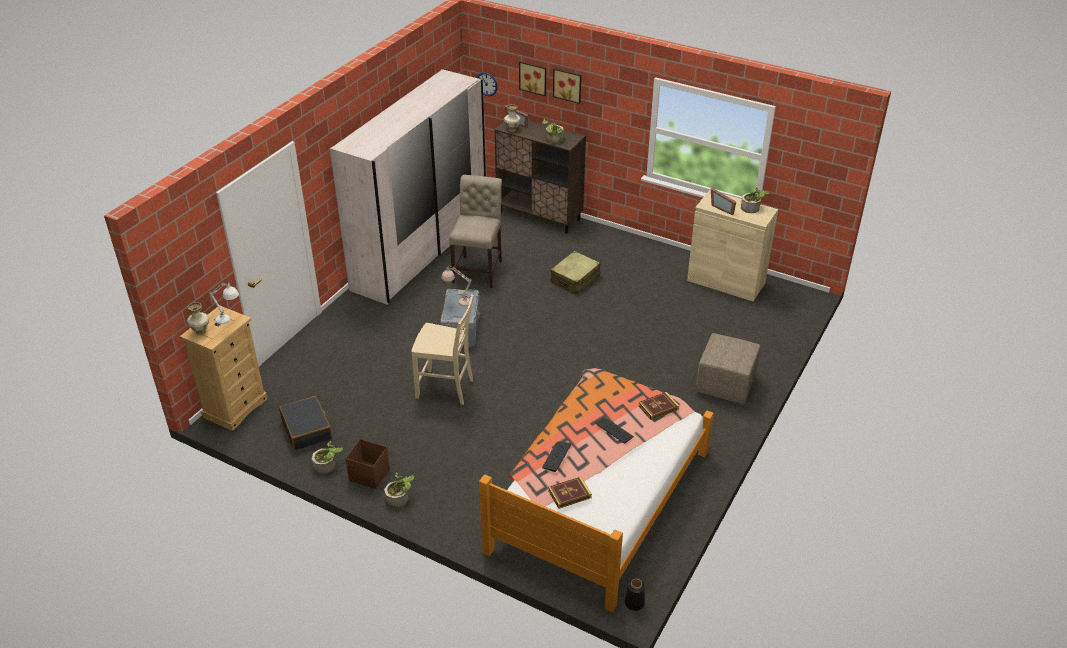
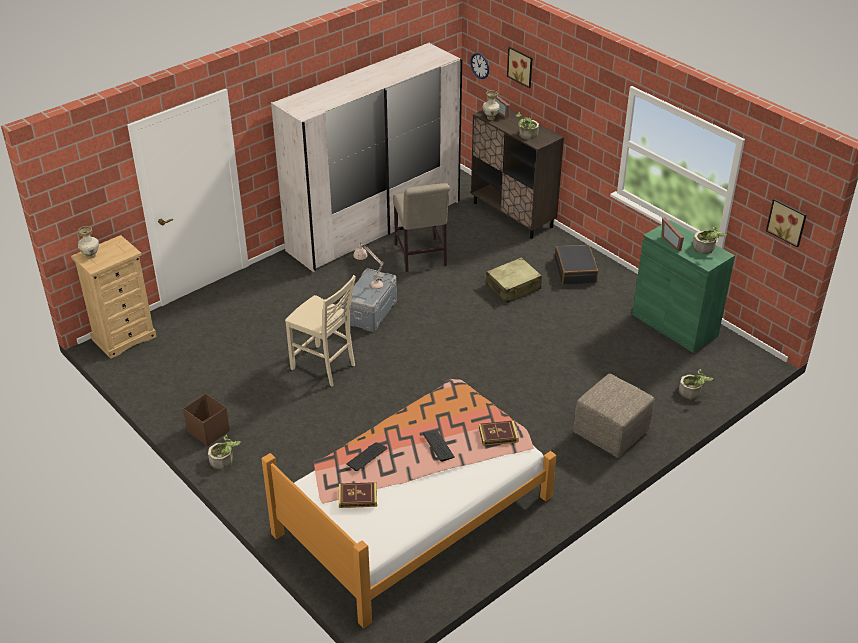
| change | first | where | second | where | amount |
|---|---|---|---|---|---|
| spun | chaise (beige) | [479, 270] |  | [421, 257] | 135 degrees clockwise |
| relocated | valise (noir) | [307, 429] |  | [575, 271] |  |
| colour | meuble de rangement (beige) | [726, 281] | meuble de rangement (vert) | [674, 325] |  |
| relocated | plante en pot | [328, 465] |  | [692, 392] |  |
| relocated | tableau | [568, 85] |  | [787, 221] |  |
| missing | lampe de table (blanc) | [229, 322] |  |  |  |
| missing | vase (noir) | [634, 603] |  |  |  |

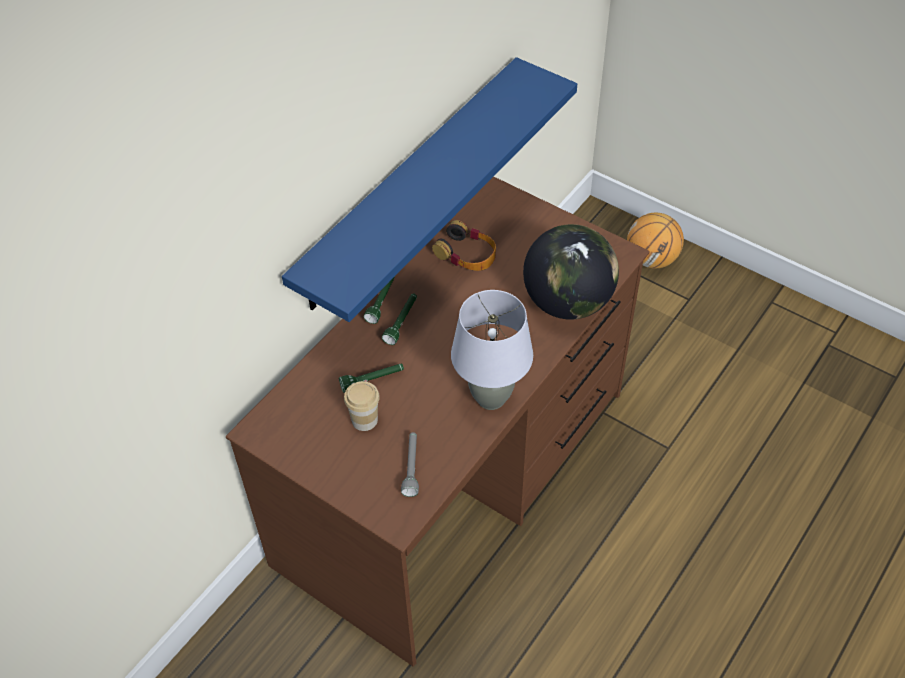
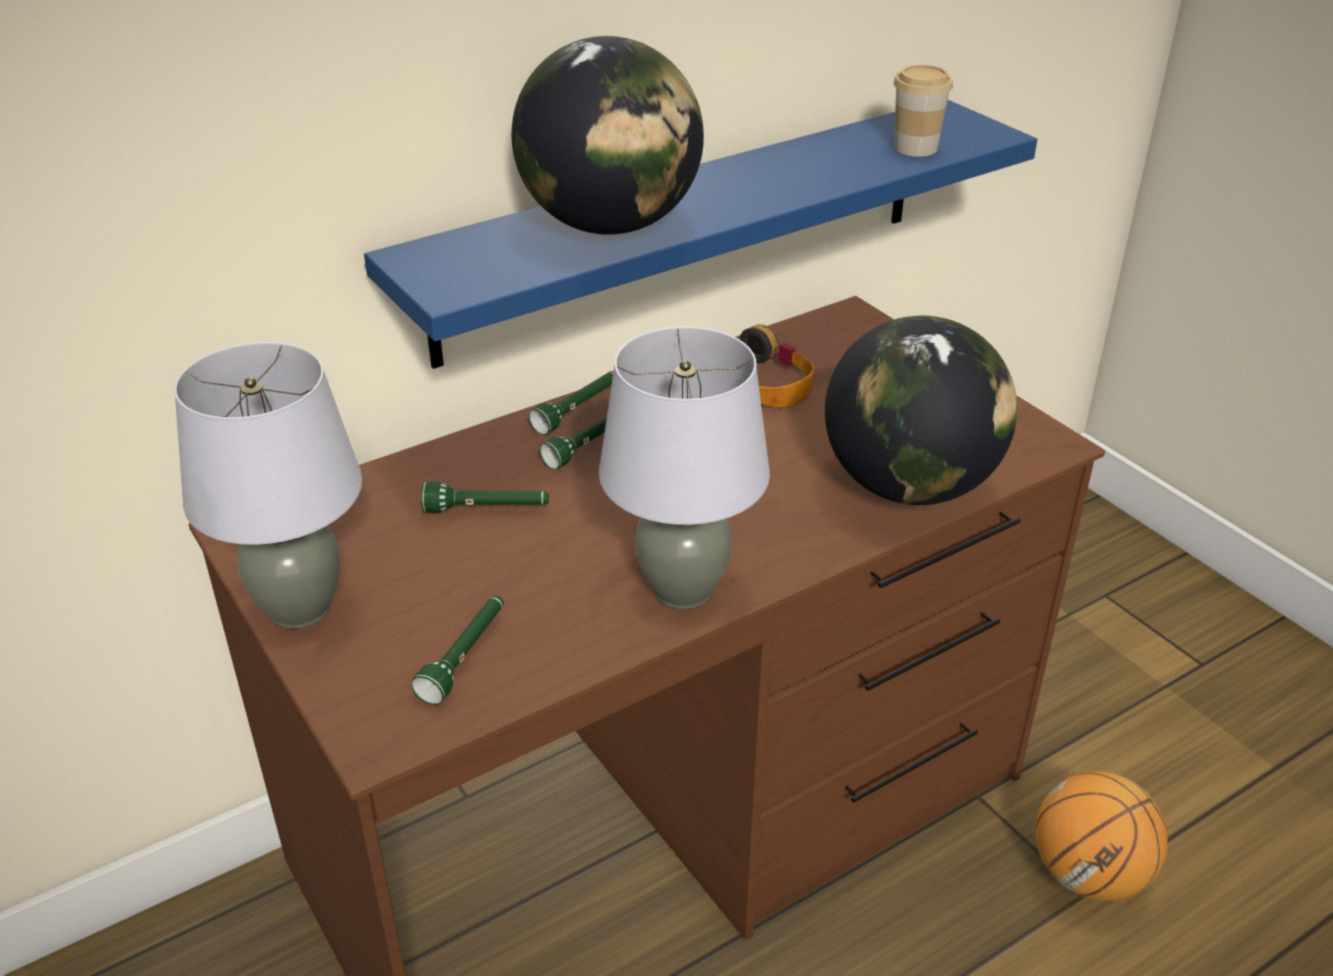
| change | first | where | second | where | amount |
|---|---|---|---|---|---|
| appeared |  |  | lampe de table (gris) | [299, 609] |  |
| colour | lampe de poche (gris) | [411, 467] | lampe de poche (vert) | [465, 657] |  |
| appeared |  |  | globe | [610, 225] |  |
| relocated | tasse | [364, 420] |  | [915, 148] |  |
| relocated | ballon de basket | [652, 259] |  | [1089, 875] |  |

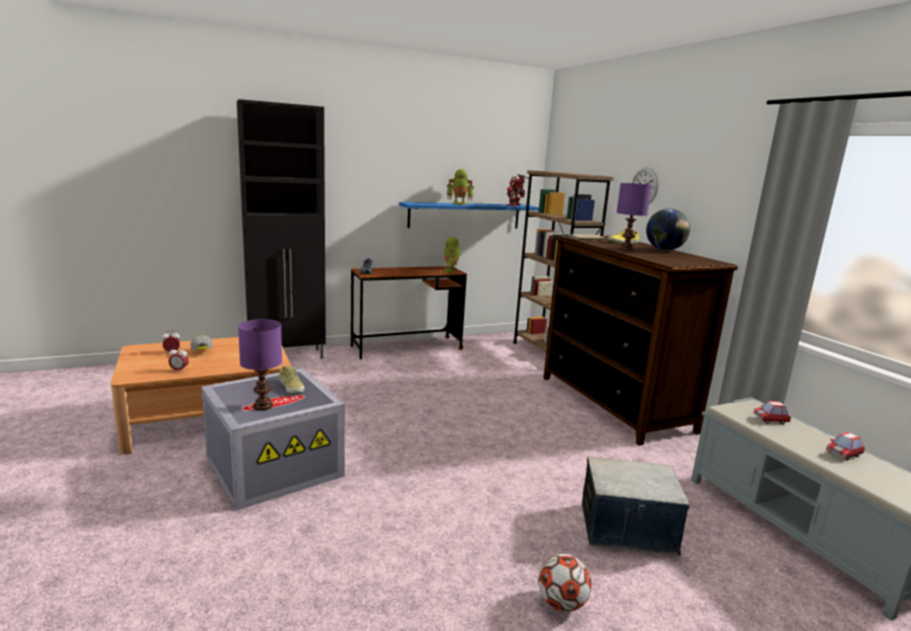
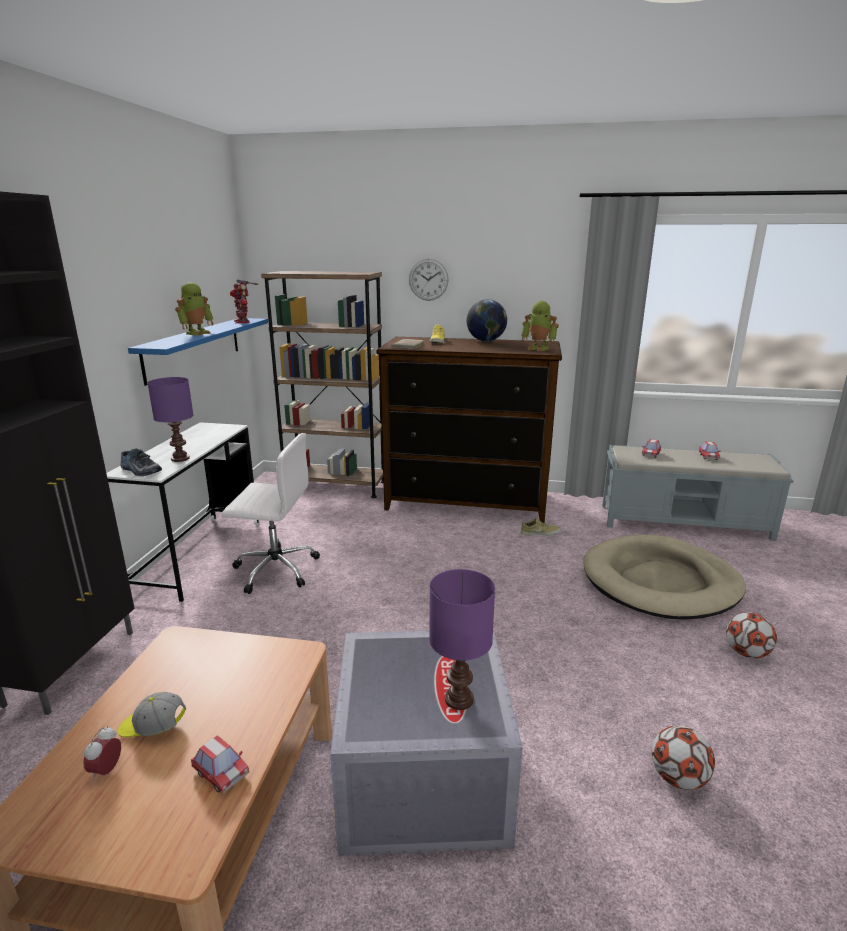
| change | first | where | second | where | amount |
|---|---|---|---|---|---|
| colour | bureau (marron) | [406, 348] | bureau (blanc) | [199, 555] |  |
| relocated | lampe de table (violet) | [627, 249] |  | [180, 458] |  |
| exchanged | réveil | [179, 370] | petite voiture | [221, 773] |  |
| appeared |  |  | chaise de bureau (blanc) | [275, 569] |  |
| relocated | chaussure (beige) | [292, 387] |  | [540, 533] |  |
| relocated | robot jouet | [450, 270] |  | [538, 348] |  |
| exchanged | boîte de rangement | [627, 529] | panier pour chien (beige) | [660, 582] |  |
| appeared |  |  | ballon de foot | [678, 778] |  |

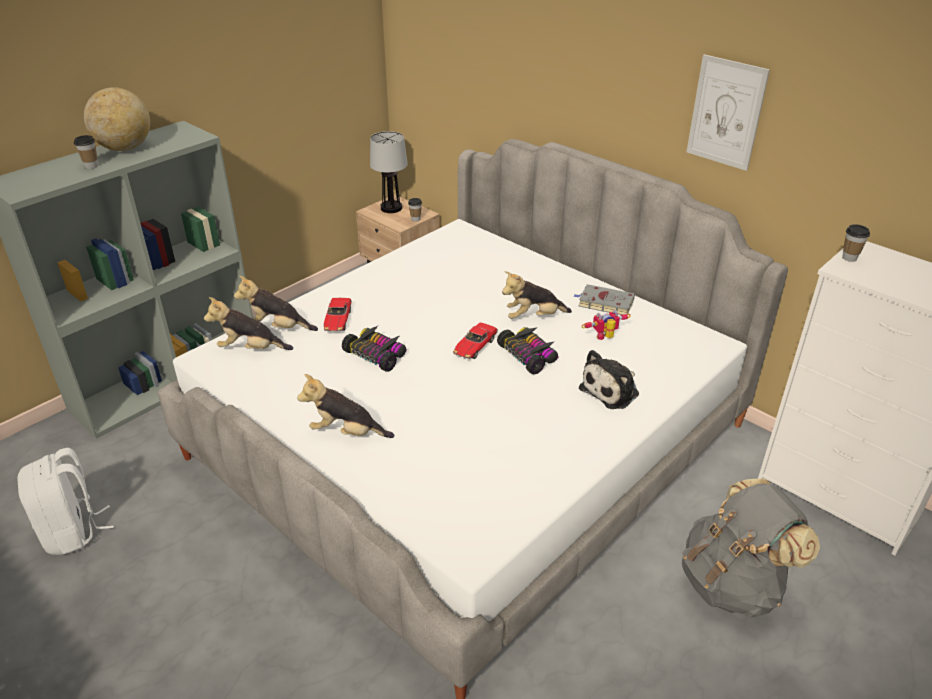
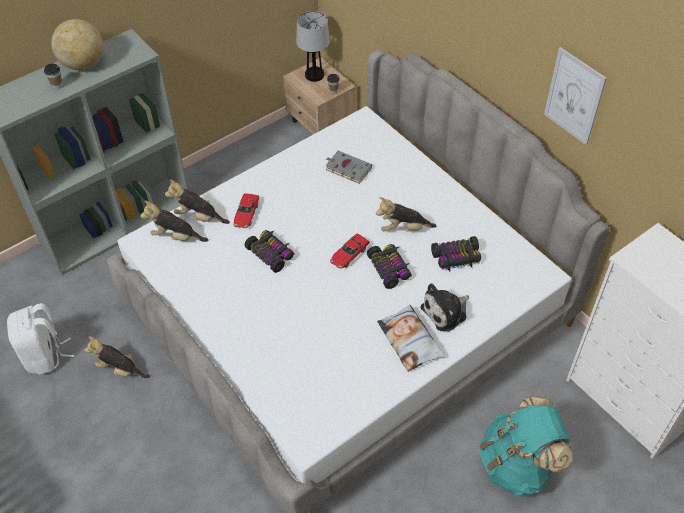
| change | first | where | second | where | amount |
|---|---|---|---|---|---|
| relocated | peluche | [346, 432] |  | [120, 369] |  |
| relocated | livre (gris) | [604, 303] |  | [347, 168] |  |
| appeared |  |  | coussin | [410, 341] |  |
| exchanged | robot jouet | [605, 338] | petite voiture | [456, 258] |  |
| colour | sac à dos (gris) | [733, 583] | sac à dos (turquoise) | [517, 464] |  |
| missing | tasse | [849, 258] |  |  |  |

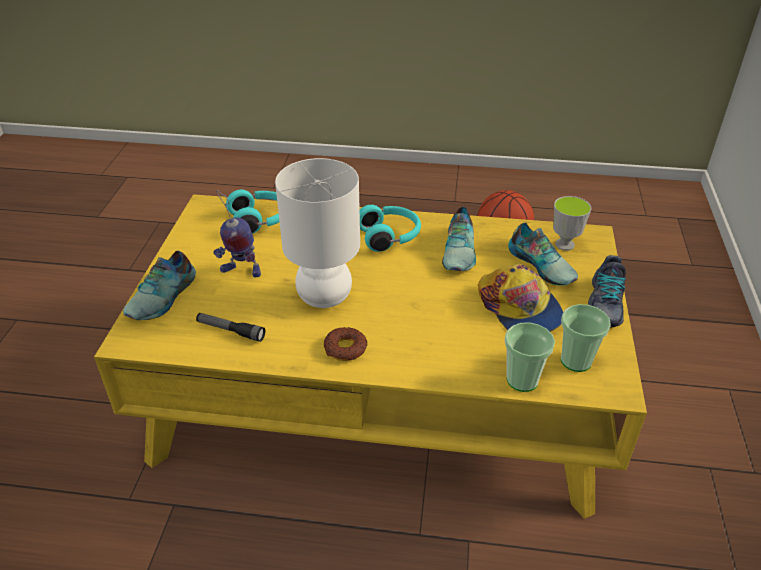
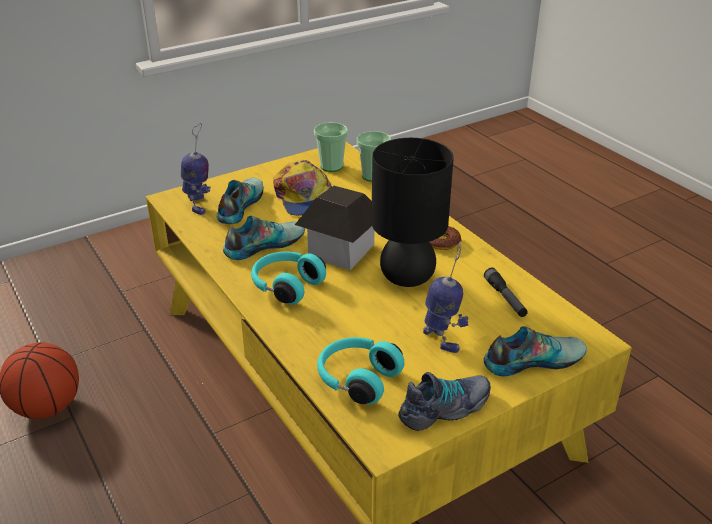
| change | first | where | second | where | amount |
|---|---|---|---|---|---|
| exchanged | tasse | [564, 244] | robot jouet | [199, 205] |  |
| spun | casquette | [520, 308] |  | [305, 197] | 135 degrees clockwise |
| appeared |  |  | maison miniature | [341, 250] |  |
| colour | lampe de table (blanc) | [324, 296] | lampe de table (noir) | [406, 277] |  |
| relocated | chaussure | [604, 303] |  | [446, 409] |  |

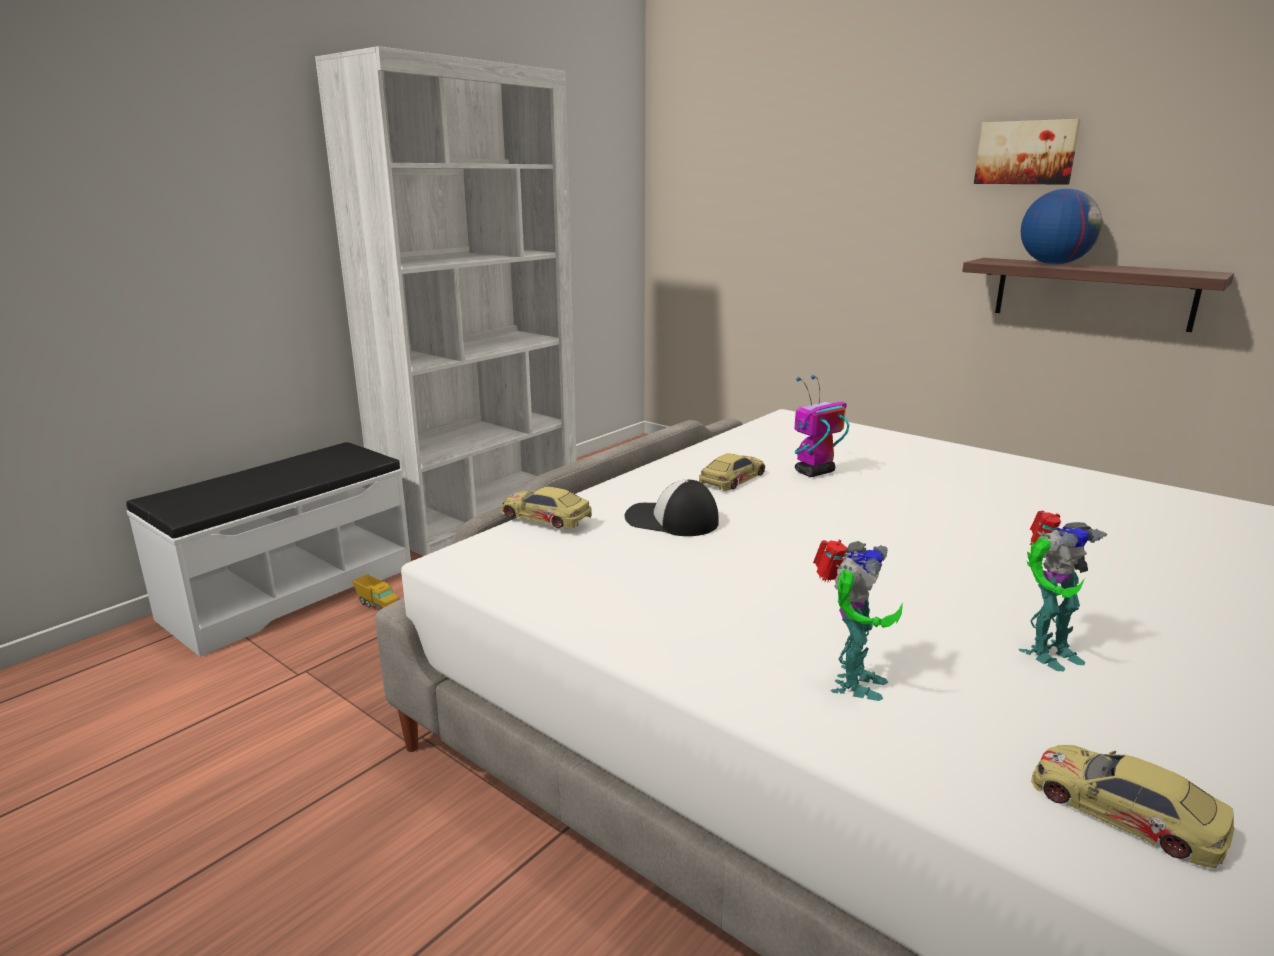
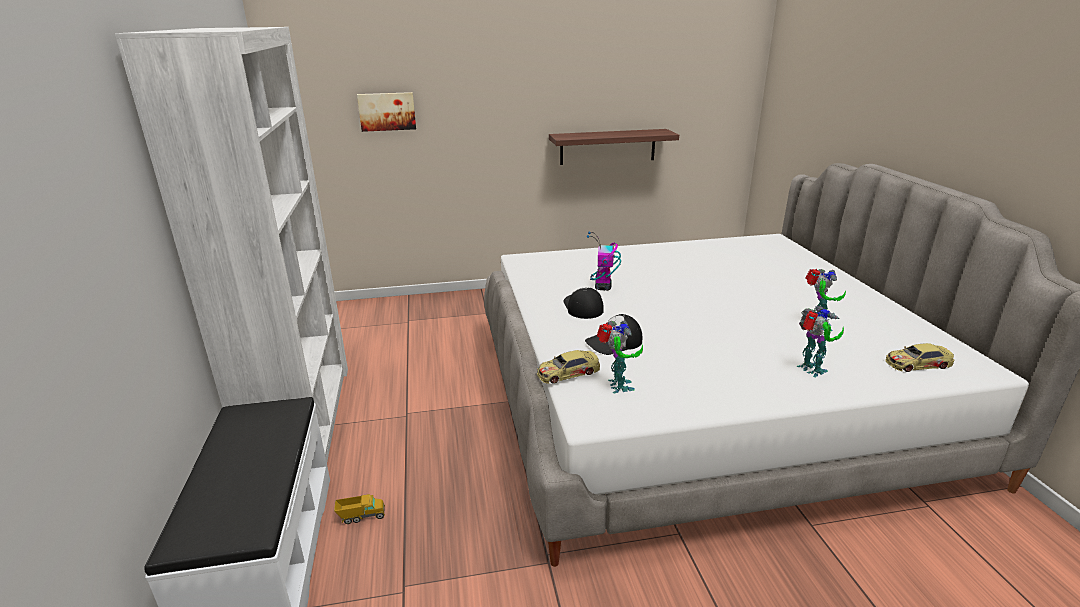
| change | first | where | second | where | amount |
|---|---|---|---|---|---|
| relocated | tableau | [1026, 152] |  | [387, 111] |  |
| exchanged | petite voiture | [732, 479] | casquette | [582, 307] |  |
| appeared |  |  | robot jouet | [617, 386] |  |
| missing | globe | [1053, 264] |  |  |  |

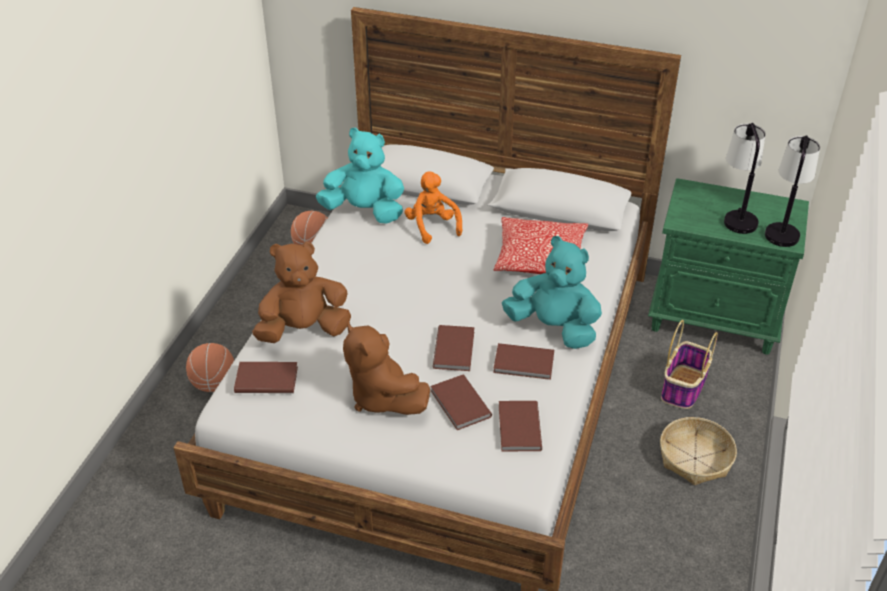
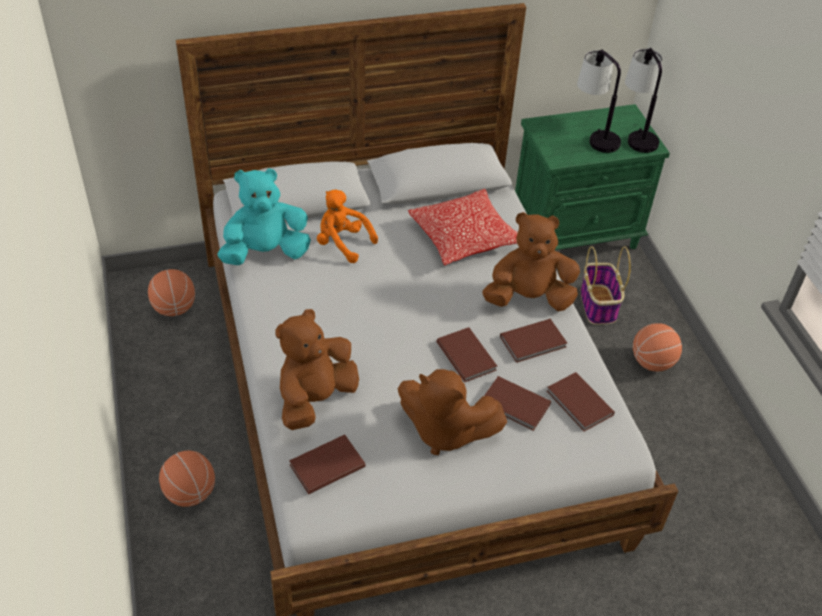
| change | first | where | second | where | amount |
|---|---|---|---|---|---|
| colour | peluche (turquoise) | [553, 328] | peluche (marron) | [528, 298] |  |
| exchanged | panier | [695, 458] | ballon de basket | [652, 362] |  |

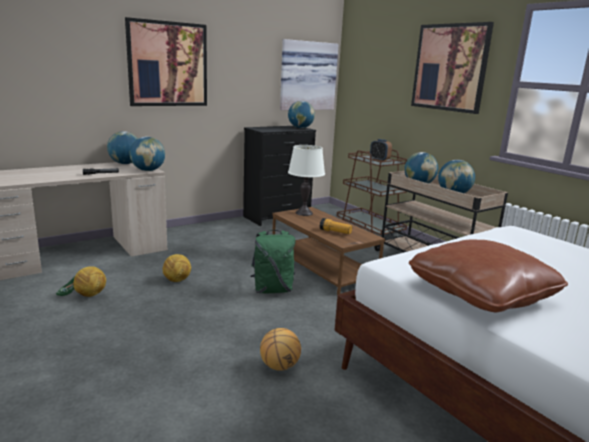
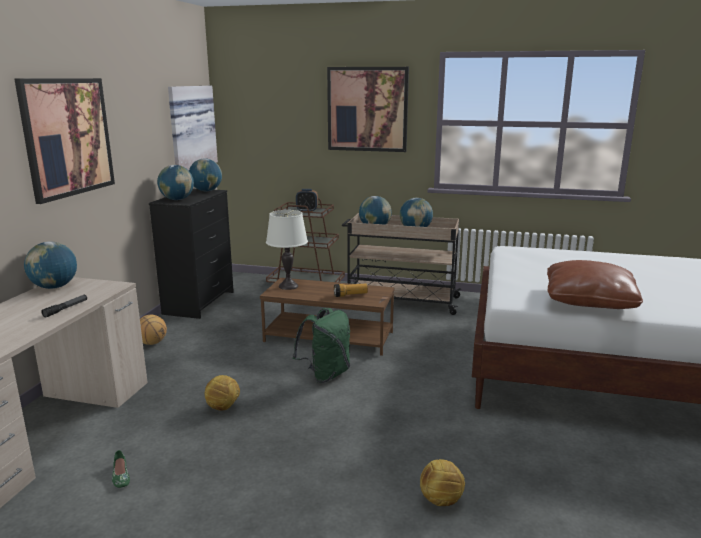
| change | first | where | second | where | amount |
|---|---|---|---|---|---|
| relocated | ballon de basket | [279, 366] |  | [152, 343] |  |
| relocated | globe | [148, 170] |  | [177, 199] |  |
| relocated | ballon de foot | [91, 294] |  | [441, 500] |  |

